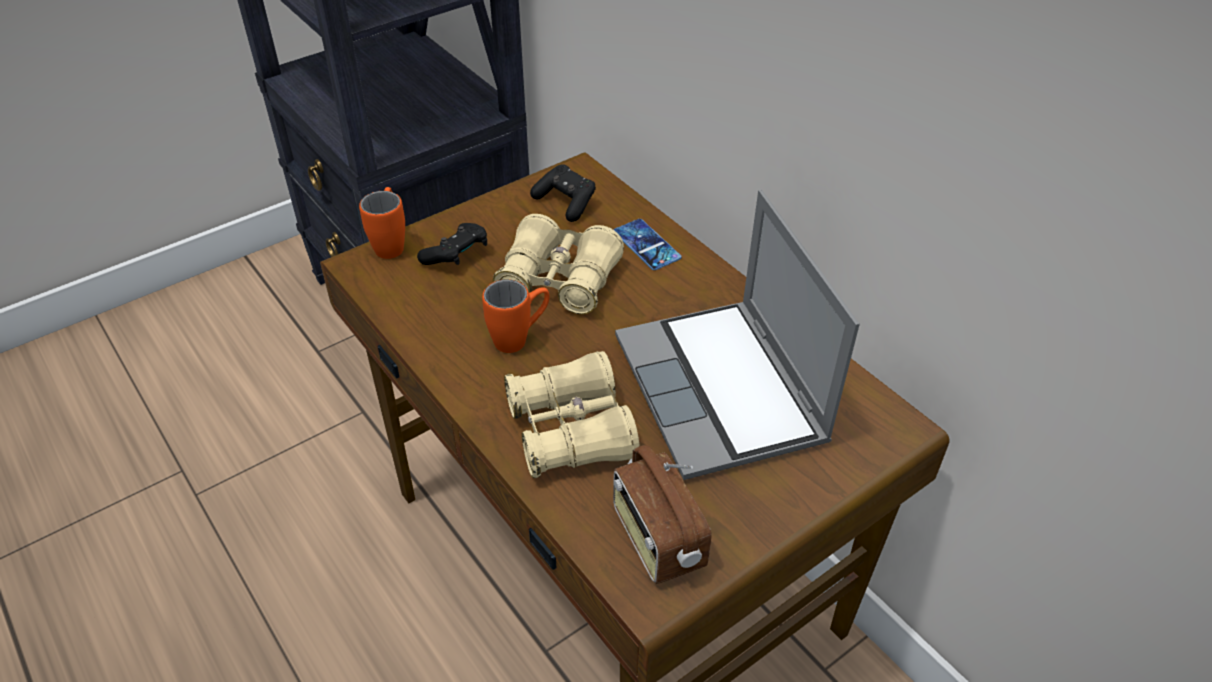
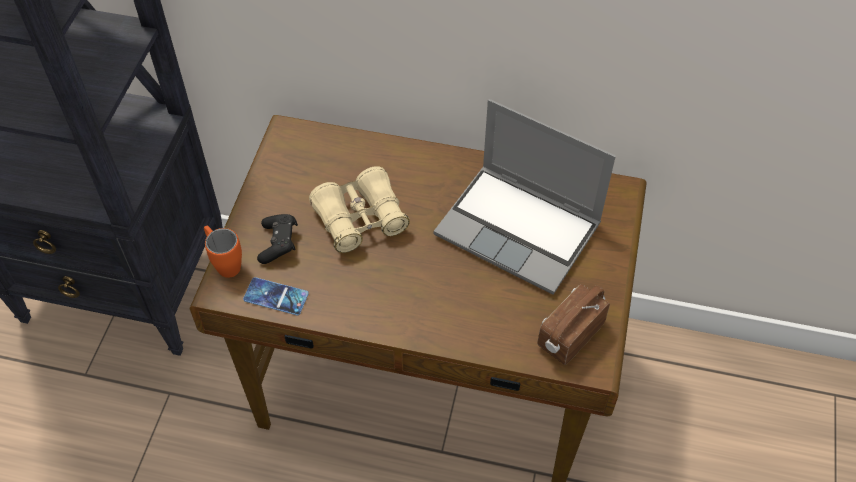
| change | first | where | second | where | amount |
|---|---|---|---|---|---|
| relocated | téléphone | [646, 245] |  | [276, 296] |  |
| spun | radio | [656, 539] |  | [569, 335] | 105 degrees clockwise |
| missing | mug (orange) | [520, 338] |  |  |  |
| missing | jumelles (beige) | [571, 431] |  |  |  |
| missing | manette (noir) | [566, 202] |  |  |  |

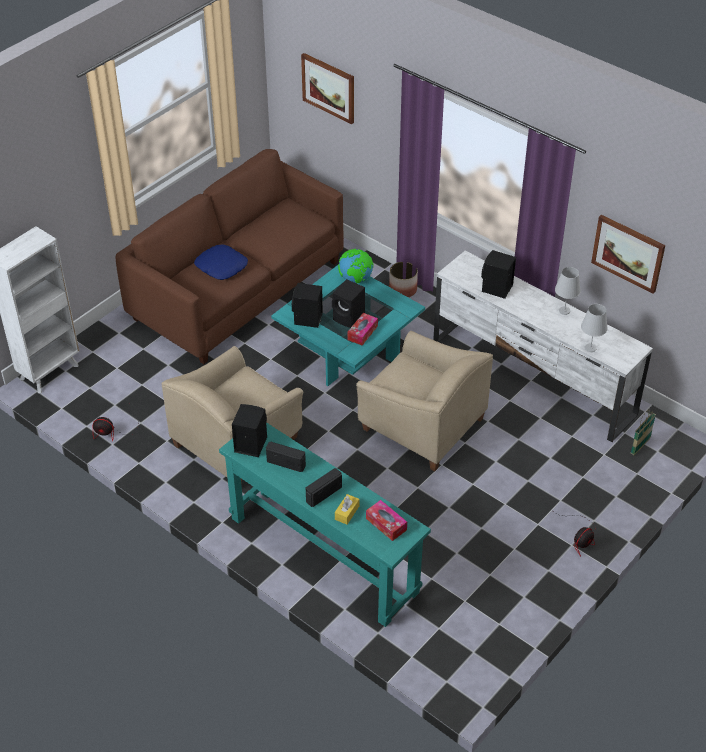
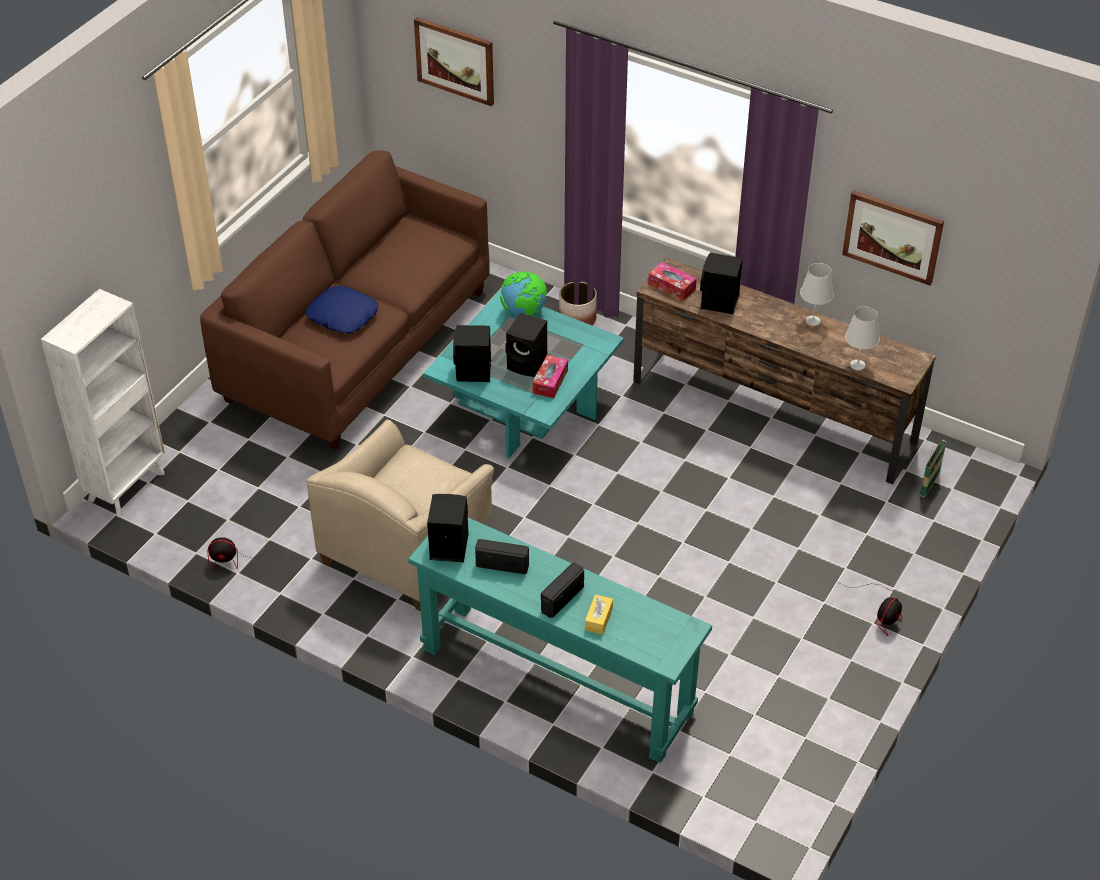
| change | first | where | second | where | amount |
|---|---|---|---|---|---|
| colour | meuble télé (blanc) | [533, 378] | meuble télé (marron) | [773, 414] |  |
| relocated | boîte à mouchoirs | [386, 524] |  | [671, 286] |  |
| missing | fauteuil (beige) | [421, 425] |  |  |  |

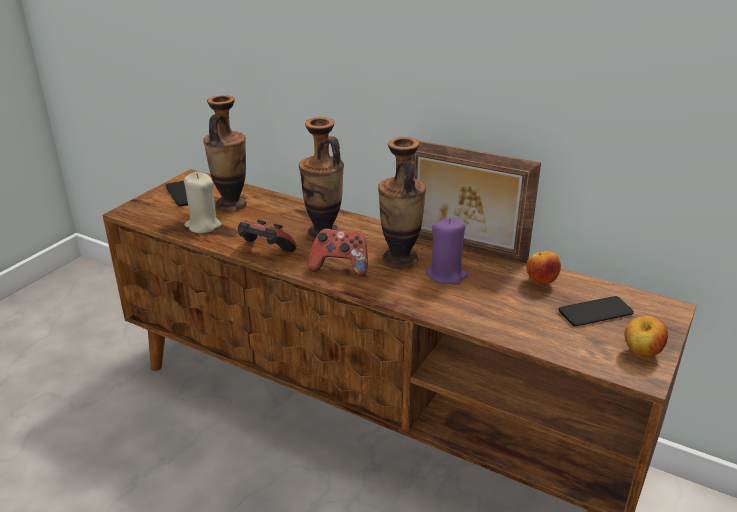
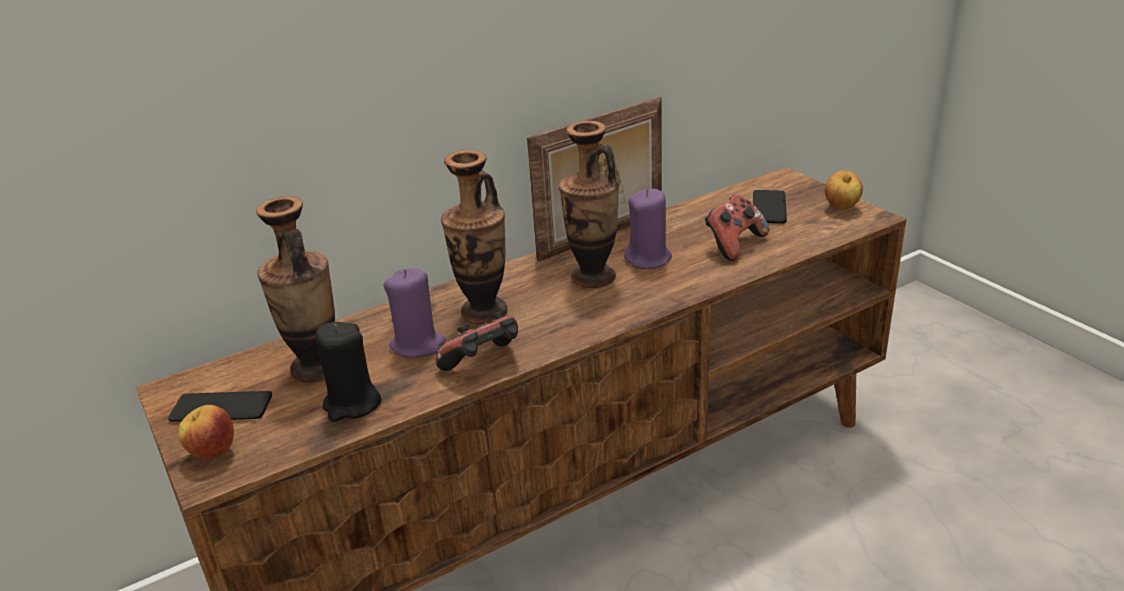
| change | first | where | second | where | amount |
|---|---|---|---|---|---|
| relocated | pomme | [540, 282] |  | [212, 453] |  |
| colour | bougie (beige) | [203, 225] | bougie (noir) | [352, 404] |  |
| appeared |  |  | bougie (violet) | [418, 345] |  |
| relocated | manette | [340, 267] |  | [734, 244] |  |

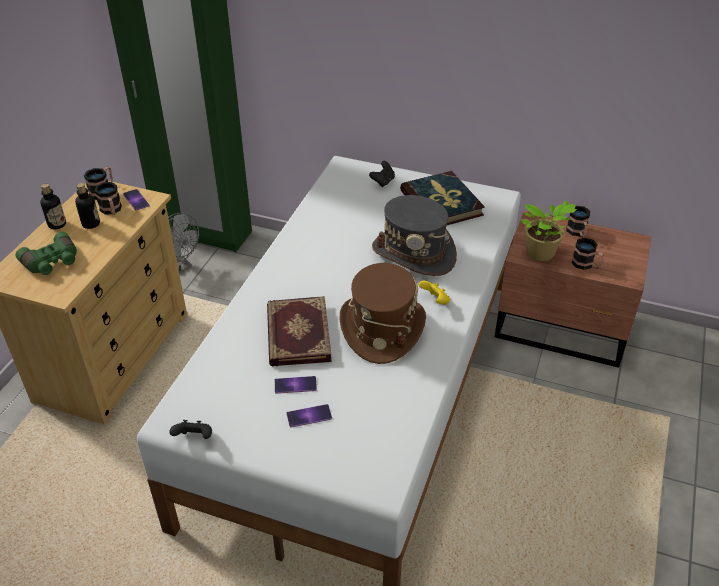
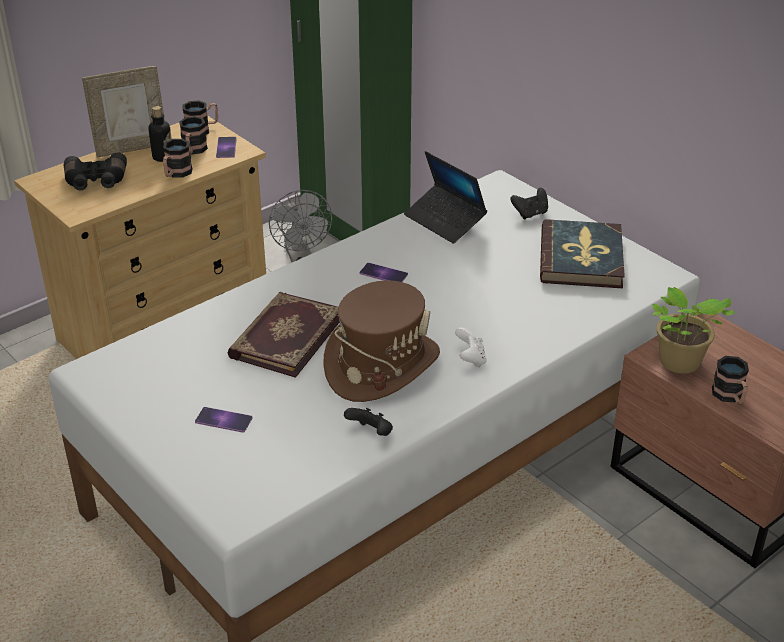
| change | first | where | second | where | amount |
|---|---|---|---|---|---|
| colour | jumelles (vert) | [52, 262] | jumelles (noir) | [96, 182] |  |
| exchanged | bouteille | [57, 224] | cadre photo | [131, 148] |  |
| relocated | mug | [577, 233] |  | [176, 174] |  |
| relocated | manette (noir) | [194, 438] |  | [371, 433] |  |
| relocated | téléphone | [295, 385] |  | [383, 274] |  |
| appeared |  |  | ordinateur portable | [445, 221] |  |
| colour | manette (jaune) | [435, 301] | manette (blanc) | [470, 359] |  |
| missing | chapeau (gris) | [414, 254] |  |  |  |

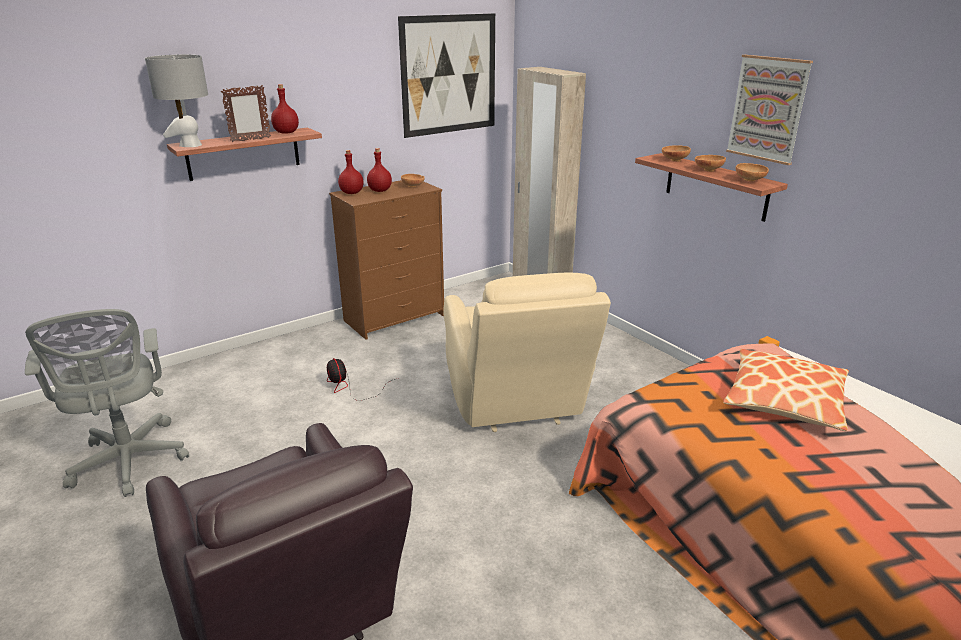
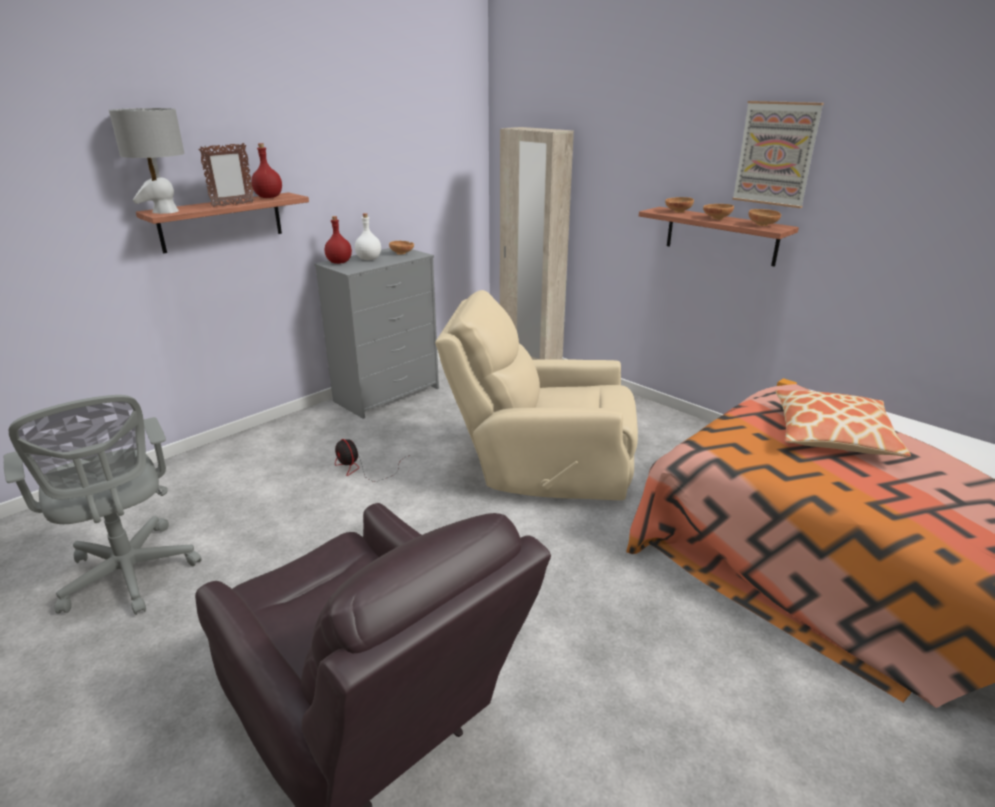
| change | first | where | second | where | amount |
|---|---|---|---|---|---|
| colour | commode (marron) | [395, 317] | commode (gris) | [387, 394] |  |
| colour | bouteille (rouge) | [380, 190] | bouteille (blanc) | [369, 259] |  |
| spun | fauteuil (beige) | [516, 403] |  | [541, 468] | 120 degrees clockwise |
| missing | tableau | [449, 75] |  |  |  |

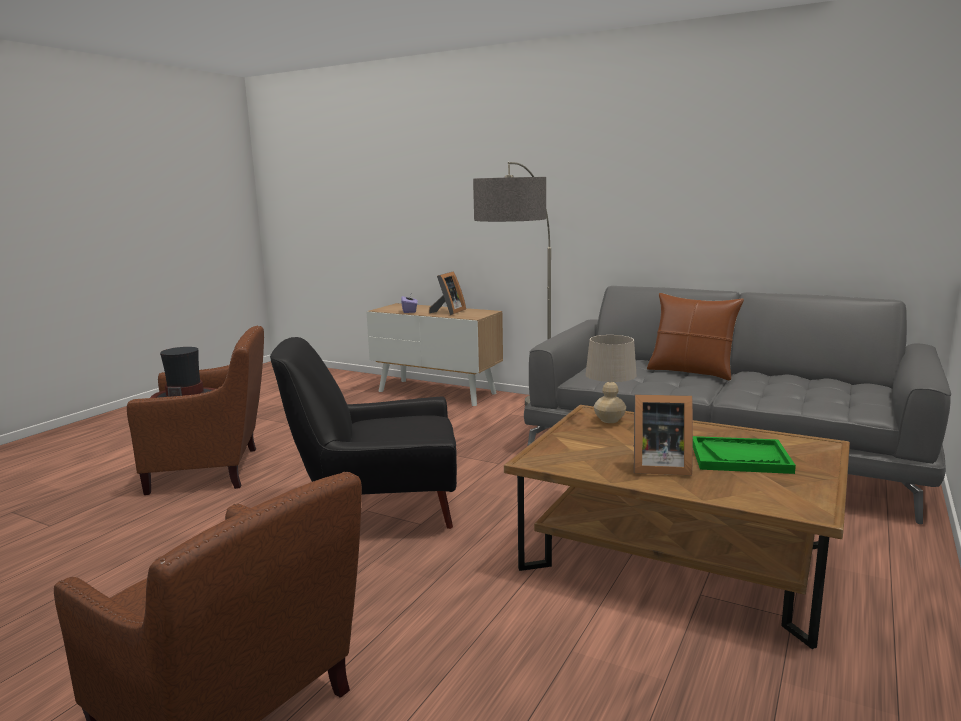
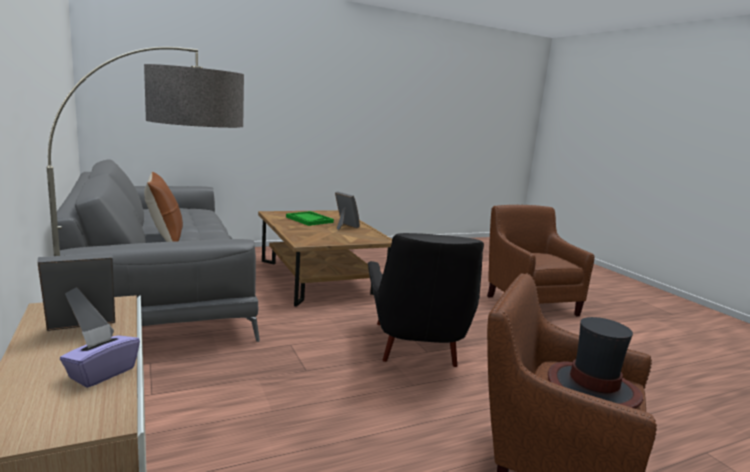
| change | first | where | second | where | amount |
|---|---|---|---|---|---|
| spun | fauteuil (noir) | [379, 508] |  | [417, 349] | 60 degrees clockwise |
| missing | lampe de table (beige) | [609, 420] |  |  |  |

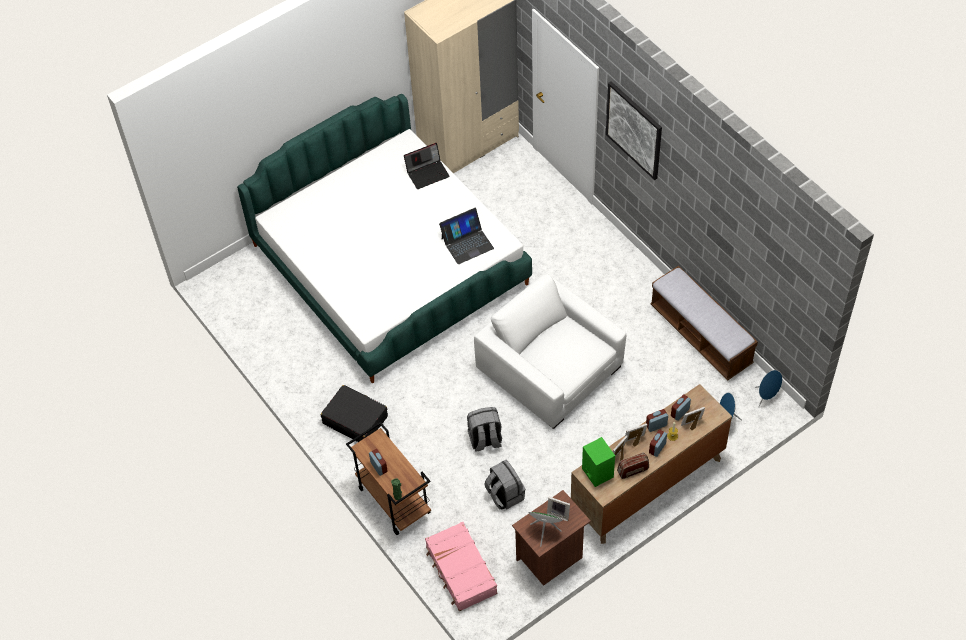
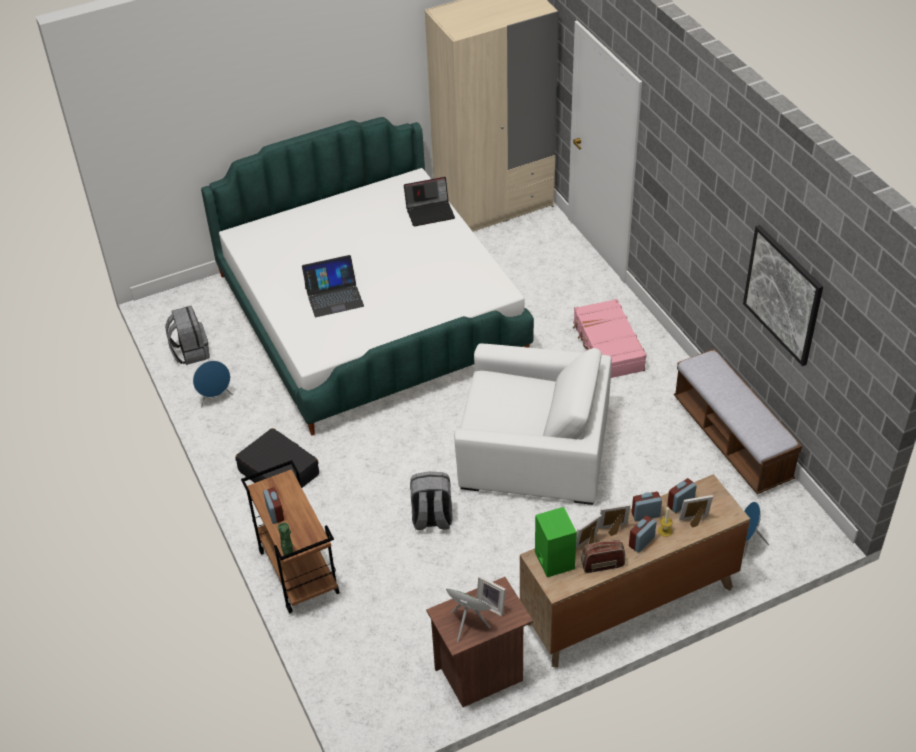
| change | first | where | second | where | amount |
|---|---|---|---|---|---|
| relocated | sac à dos (gris) | [504, 495] |  | [190, 352] |  |
| relocated | enceinte (bleu) | [766, 397] |  | [215, 398] |  |
| relocated | ordinateur portable | [467, 243] |  | [334, 297] |  |
| spun | fauteuil (blanc) | [550, 368] |  | [534, 449] | 135 degrees clockwise |
| relocated | valise (rose) | [461, 571] |  | [607, 347] |  |
| relocated | tableau | [634, 130] |  | [783, 294] |  |

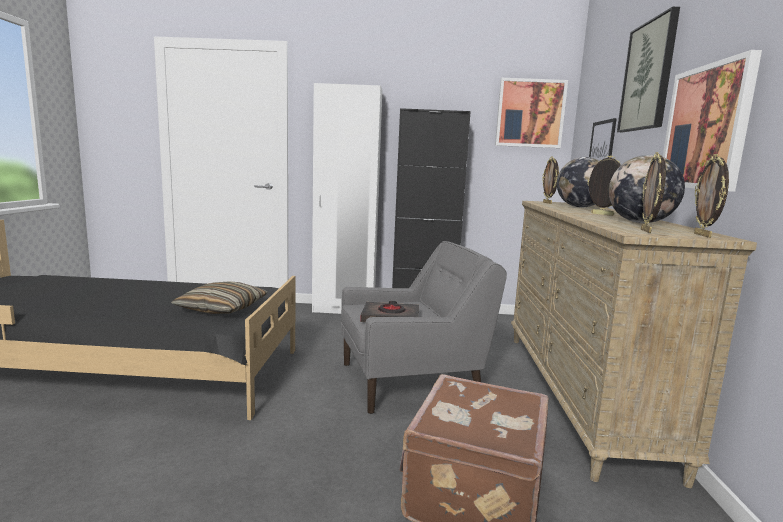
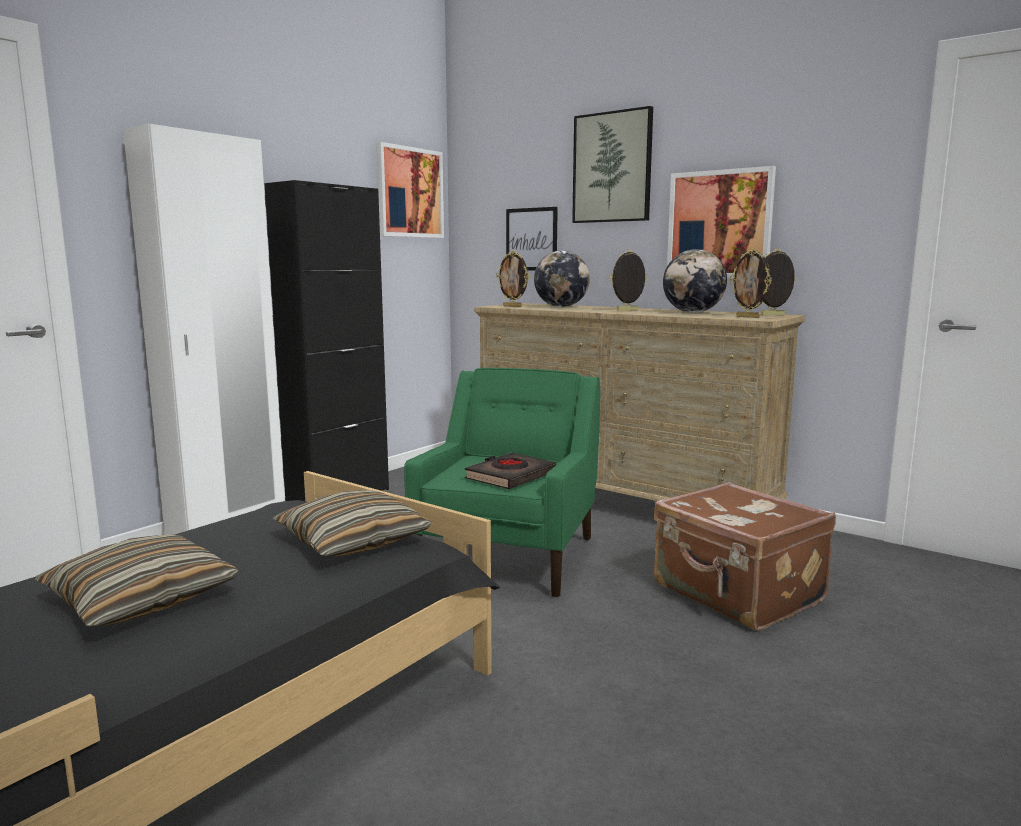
| change | first | where | second | where | amount |
|---|---|---|---|---|---|
| appeared |  |  | coussin | [141, 599] |  |
| colour | fauteuil (gris) | [412, 381] | fauteuil (vert) | [509, 556] |  |
| spun | cadre photo | [703, 235] |  | [773, 315] | 135 degrees clockwise |

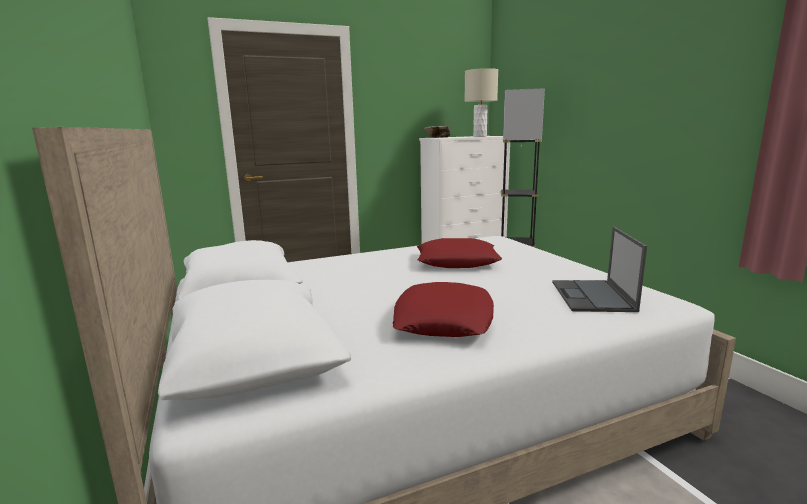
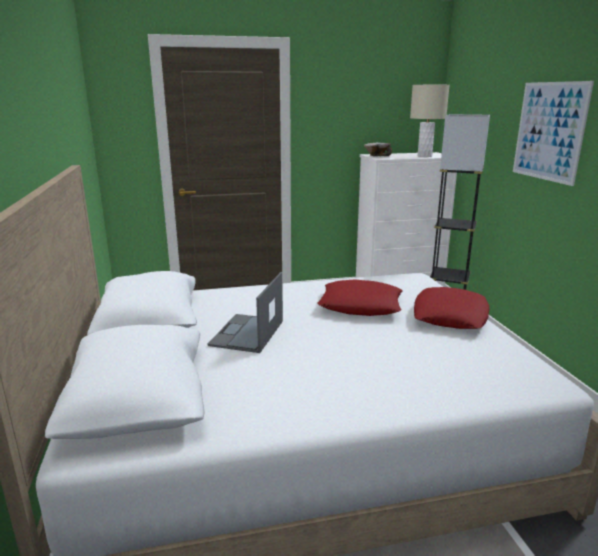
| change | first | where | second | where | amount |
|---|---|---|---|---|---|
| relocated | ordinateur portable | [592, 296] |  | [247, 333] |  |
| relocated | coussin (rouge) | [443, 319] |  | [449, 315] |  |
| appeared |  |  | tableau | [549, 131] |  |

